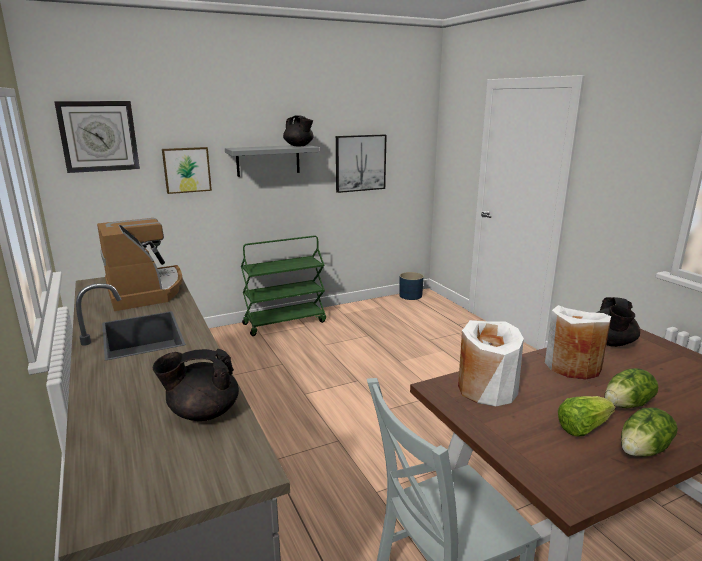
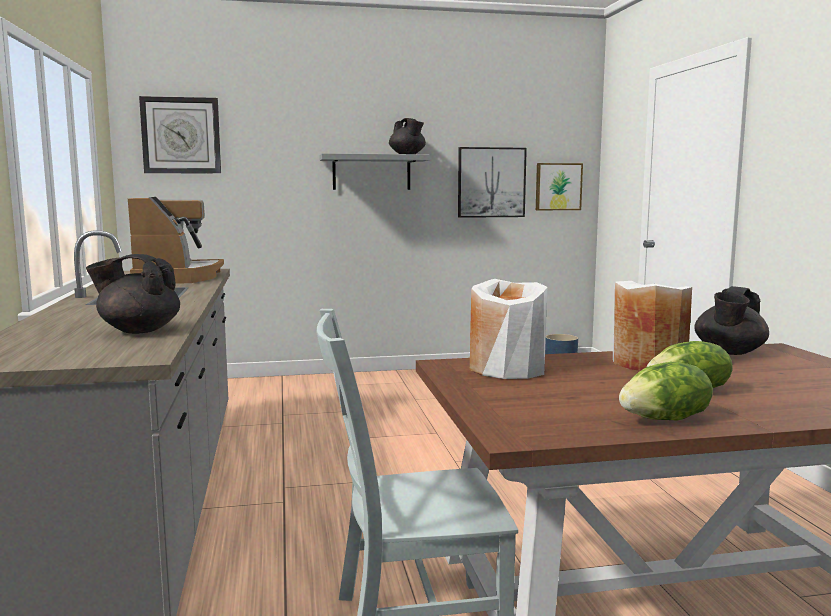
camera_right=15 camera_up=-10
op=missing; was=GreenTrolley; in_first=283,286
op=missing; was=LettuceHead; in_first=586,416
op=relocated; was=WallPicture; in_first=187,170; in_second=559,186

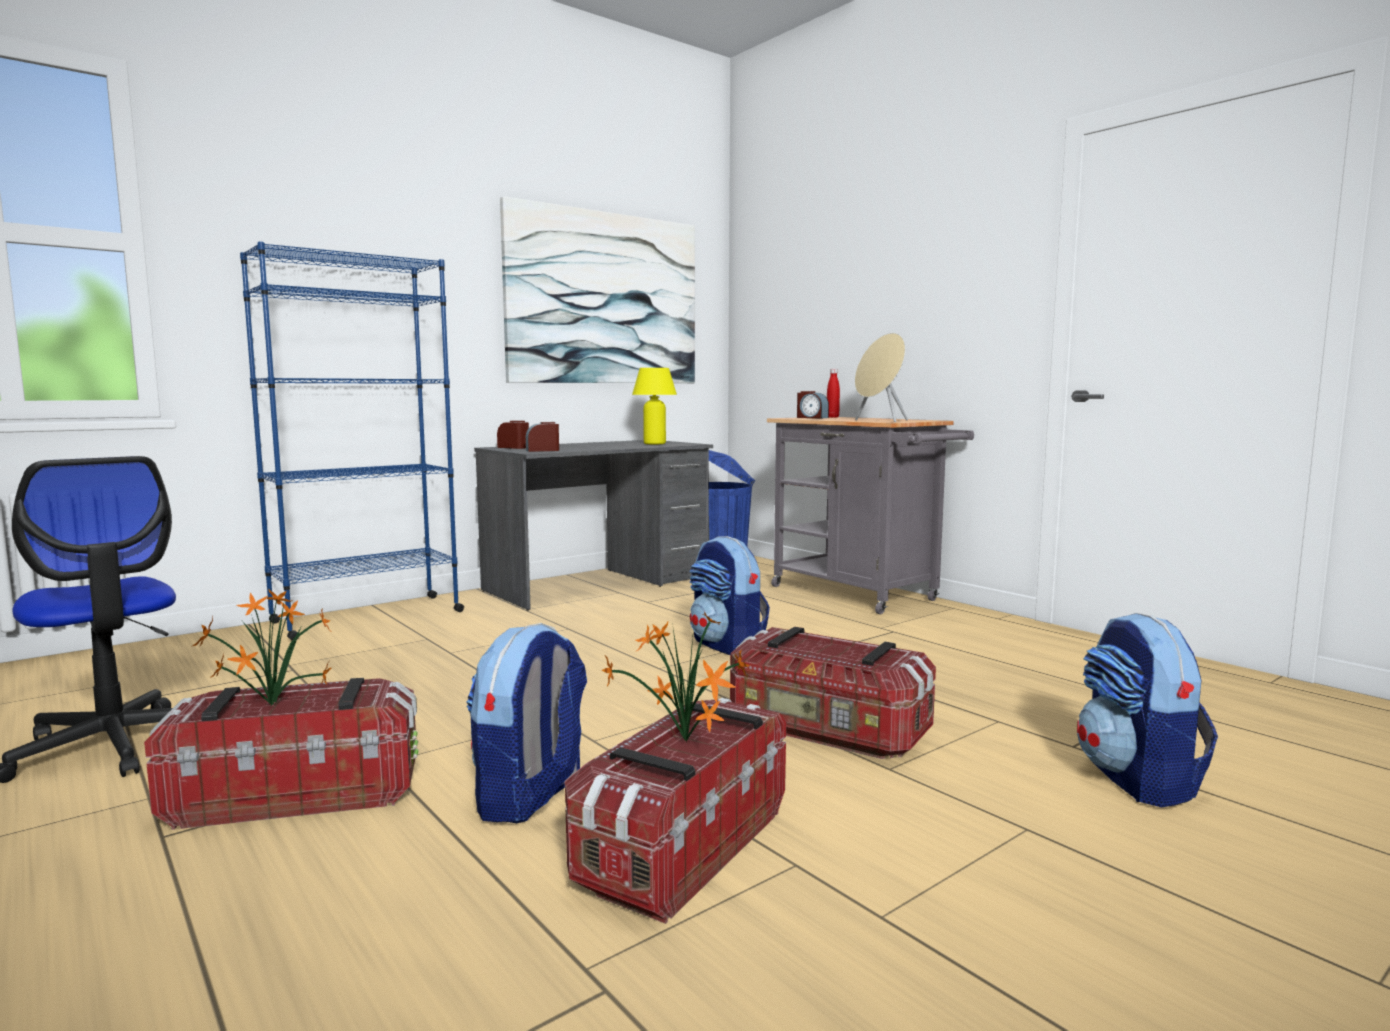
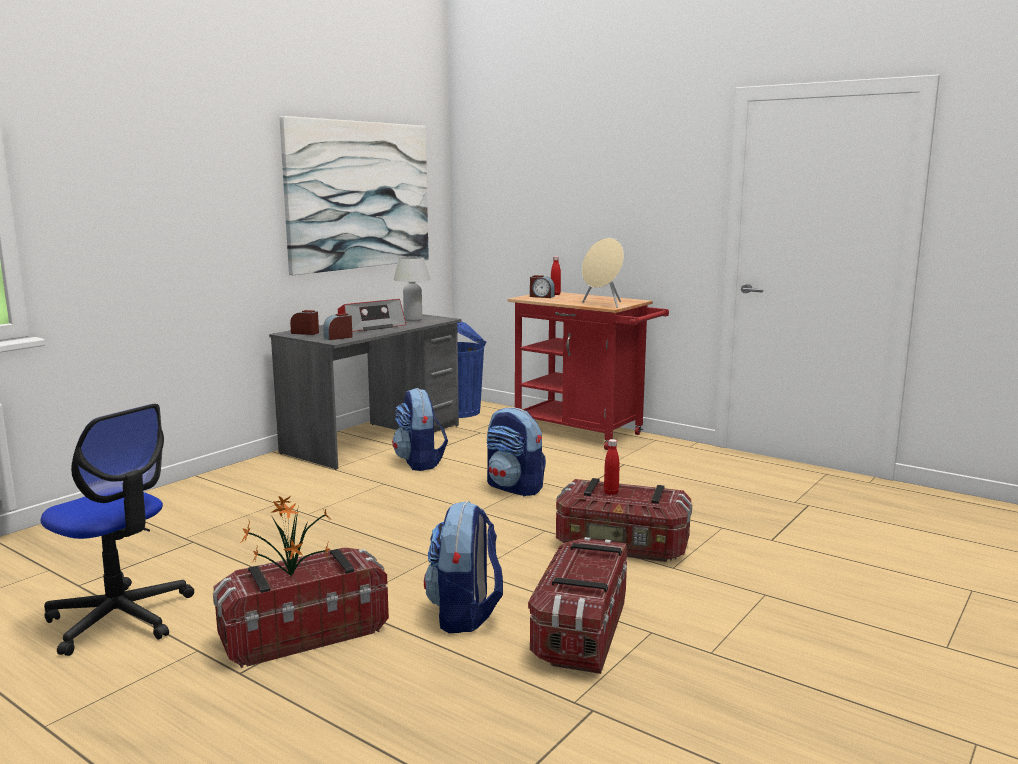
camera_right=-15 camera_up=5
op=missing; was=BlueShelvingUnit; in_first=352,440
op=missing; was=PlantInAPot; in_first=676,676
op=appeared; now=RadioReceiver; in_second=372,315
op=appeared; now=RedColouredBeverageBottle; in_second=611,467
op=relocated; was=Rucksack; in_first=1147,710; in_second=420,429
op=colour; was=YellowishLampForATable; now=WhiteColouredLampForATable; in_first=654,406; in_second=412,289
op=colour; was=GreyishTrolley; now=RedColouredTrolley; in_first=870,515; in_second=588,371

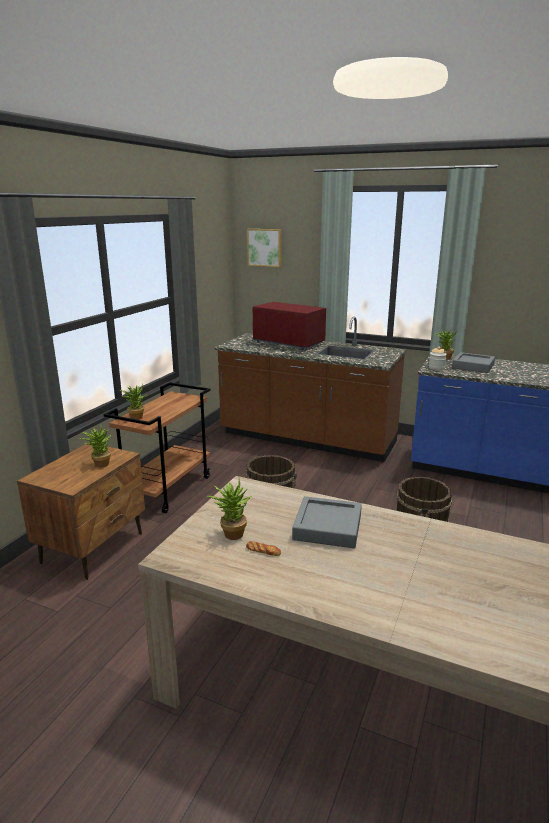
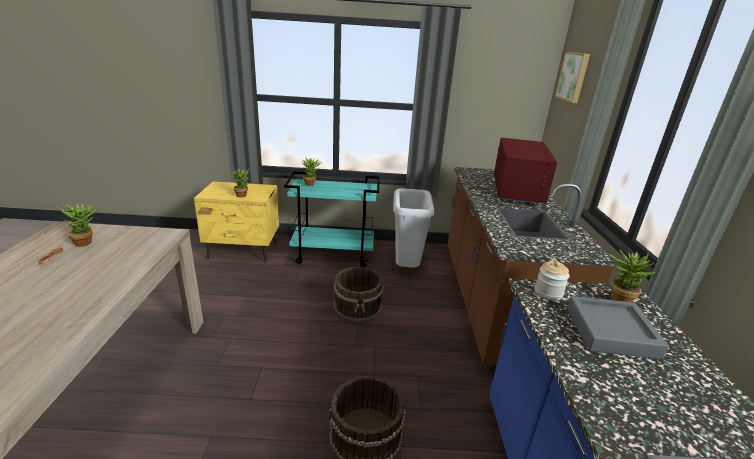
camera_right=65 camera_up=5
op=missing; was=GreyishTray; in_first=327,522
op=appeared; now=GreyishRubbishBin; in_second=413,227
op=colour; was=BrownColouredNightTable; now=YellowishNightTable; in_first=81,512; in_second=236,221
op=colour; was=BrownColouredTrolley; now=TurquoiseColouredTrolley; in_first=156,447; in_second=332,219

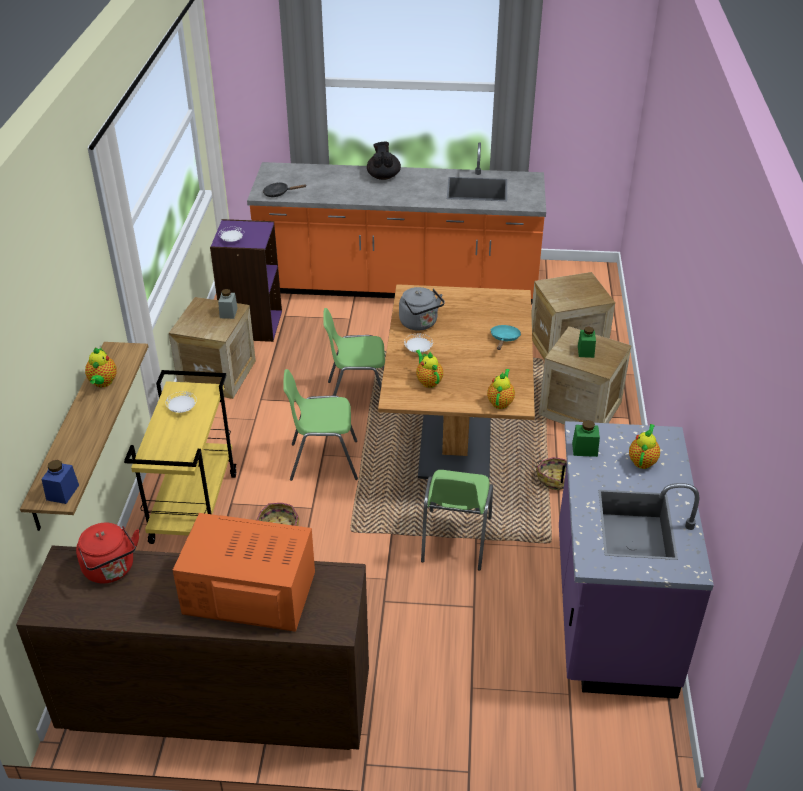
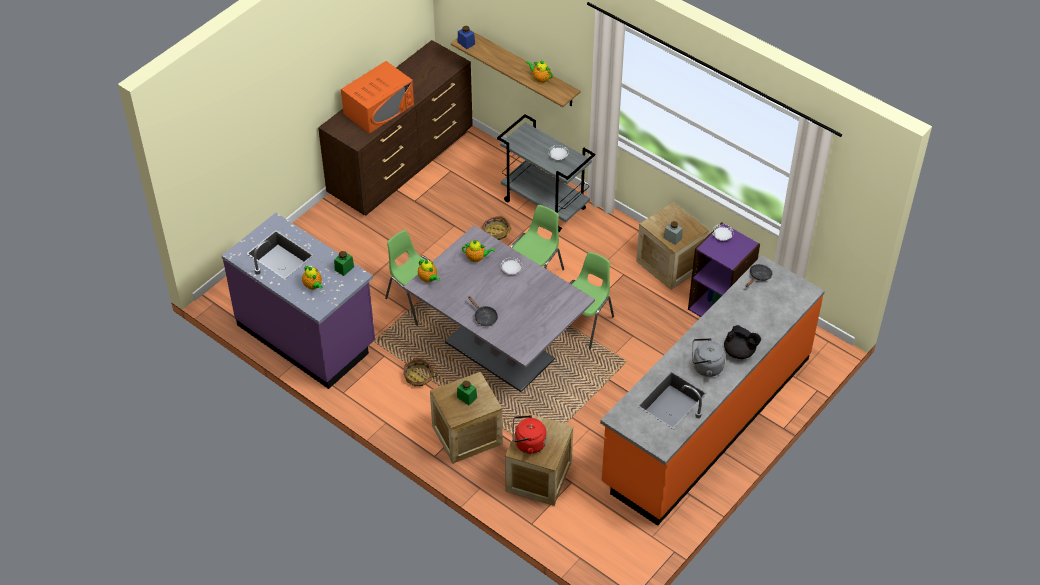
camera_right=125 camera_up=10
op=relocated; was=RedColouredTeaKettle; in_first=107,553; in_second=530,434
op=relocated; was=GreyishTeaKettle; in_first=422,308; in_second=709,357
op=colour; was=YellowishTrolley; now=GreyishTrolley; in_first=180,457; in_second=546,173
op=colour; was=BrownColouredDiningTable; now=GreyishDiningTable; in_first=456,382; in_second=499,308
op=colour; was=TurquoiseColouredFryingPan; now=BlackishFryingPan; in_first=505,337; in_second=483,311

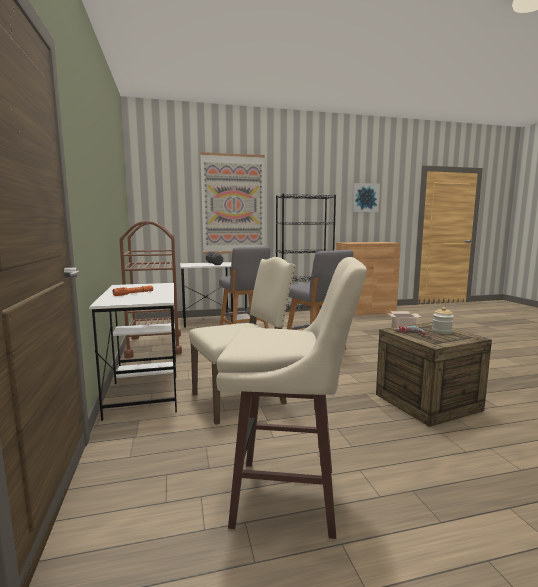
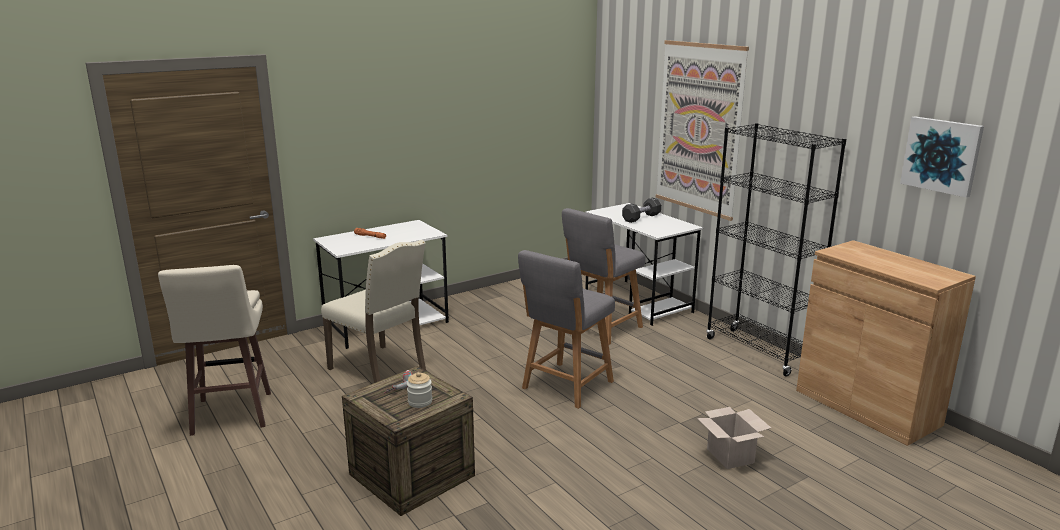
camera_right=70 camera_up=10
op=missing; was=BrownColouredTrolley; in_first=150,289

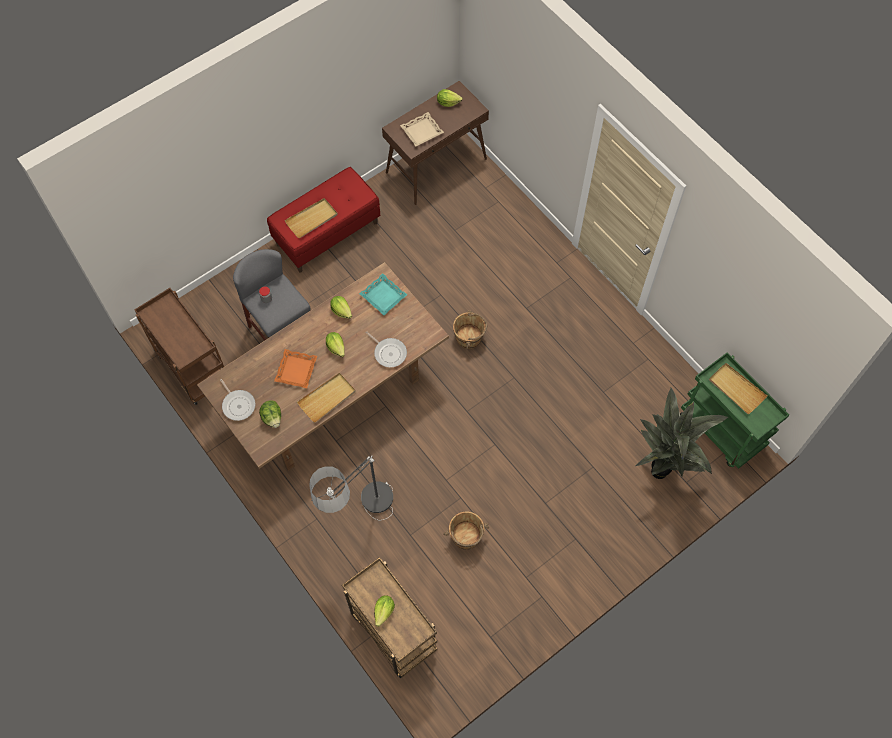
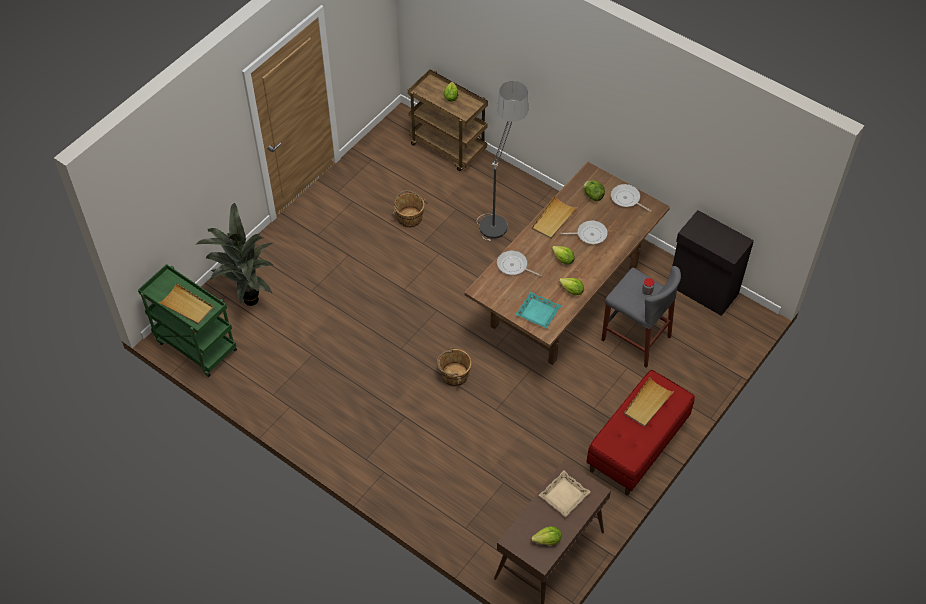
camera_right=165 camera_up=-10
op=exchanged; was=BrownColouredTrolley; now=BlackishStorageCabinet; in_first=179,346; in_second=713,263
op=exchanged; was=OrangeColouredTray; now=FryingPan; in_first=295,368; in_second=584,232

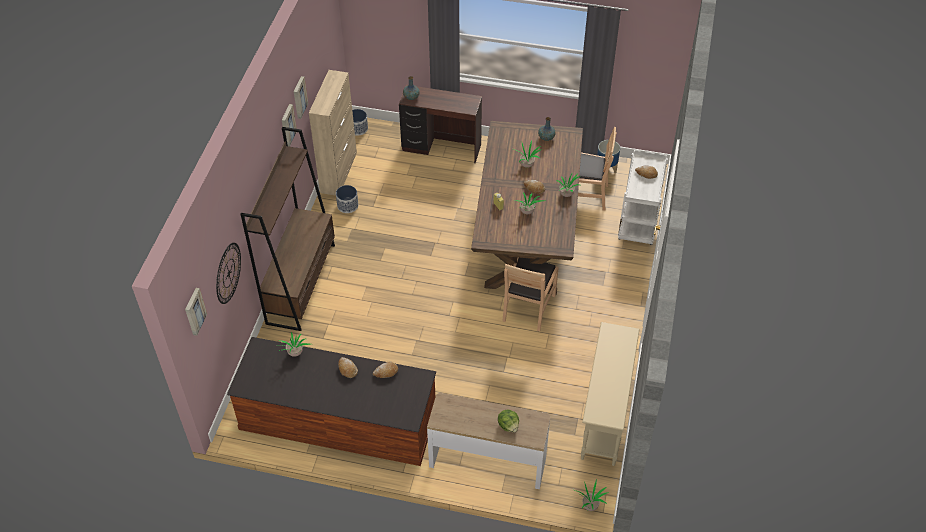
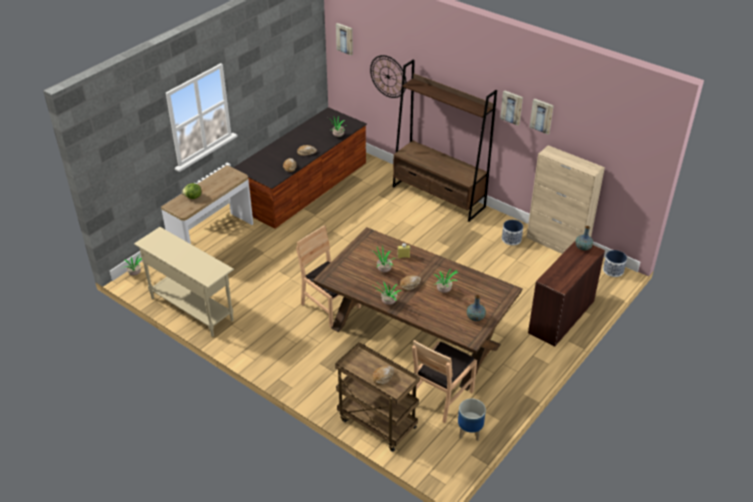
camera_right=115 camera_up=-10
op=colour; was=WhiteColouredTrolley; now=BrownColouredTrolley; in_first=643,197; in_second=377,397

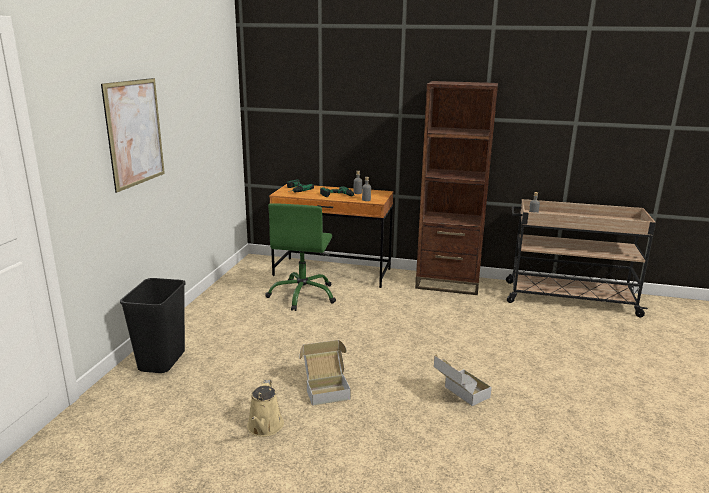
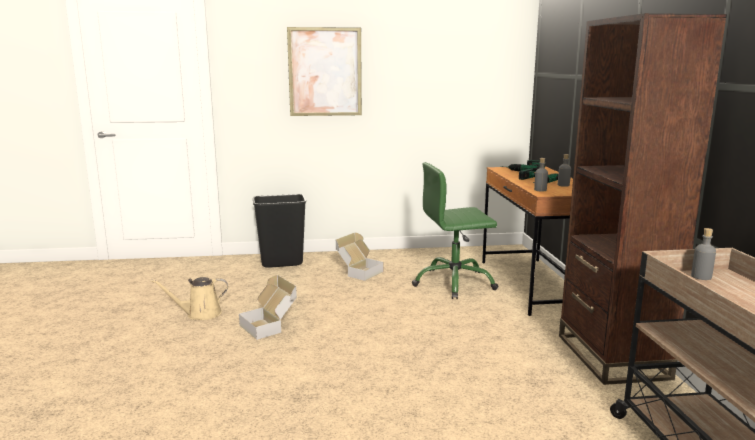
camera_right=70 camera_up=-5
op=relocated; was=Carton; in_first=463,380; in_second=359,257

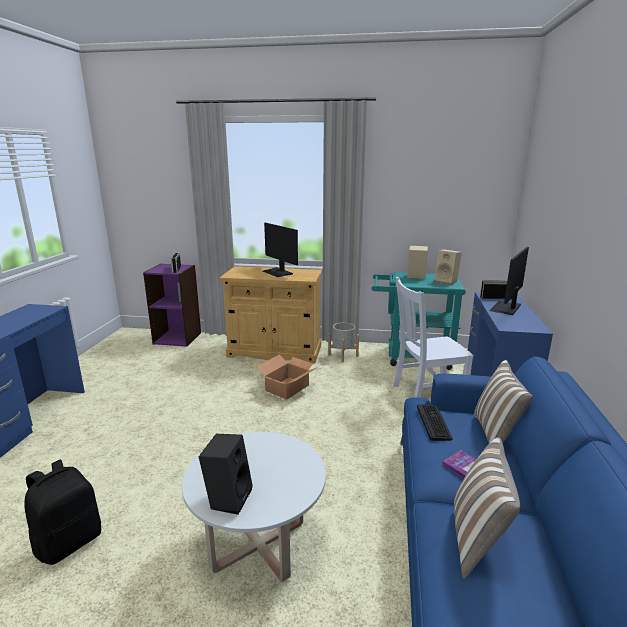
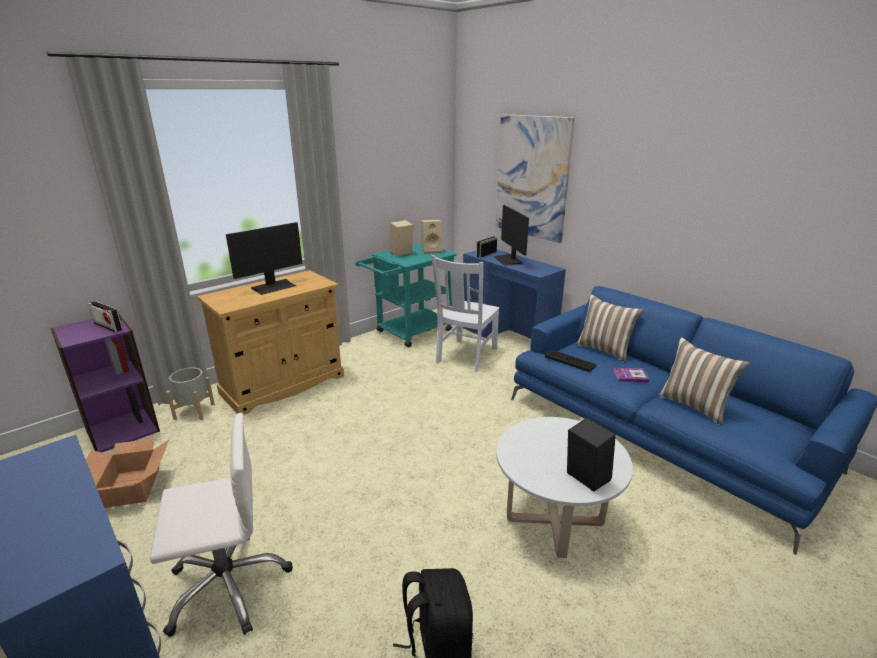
camera_right=-50 camera_up=5
op=appeared; now=WhiteColouredComputerChair; in_second=221,525
op=appeared; now=WallPicture; in_second=535,178
op=relocated; was=Carton; in_first=287,377; in_second=127,473
op=relocated; was=GreyishPlanter; in_first=343,342; in_second=190,393
op=spun; was=ComputerScreen; in_first=280,250; in_second=264,258; clockwise=-45

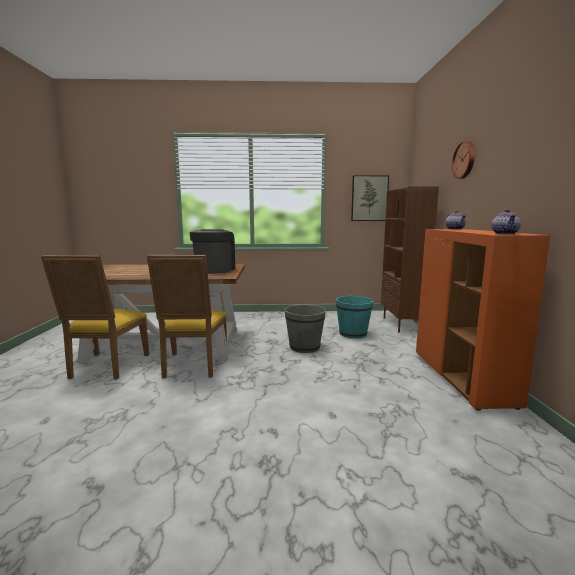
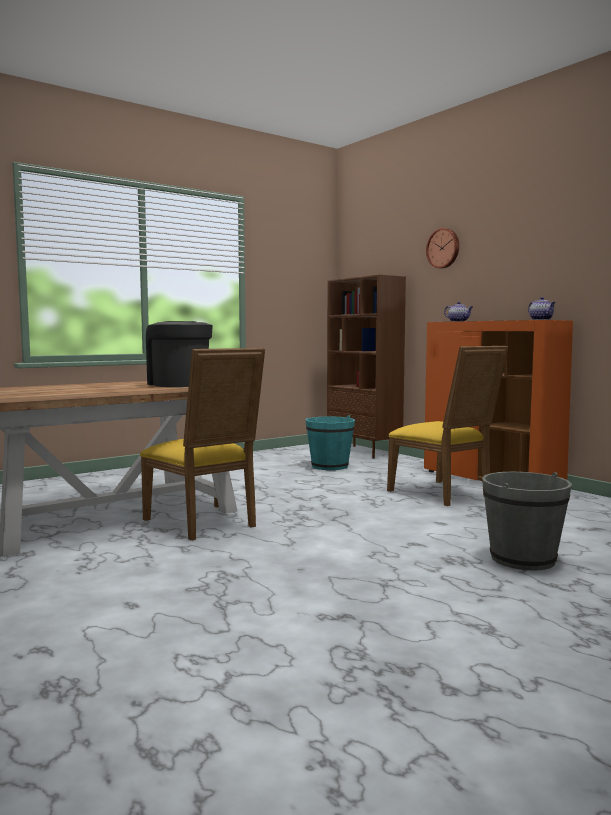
camera_right=-35 camera_up=-5
op=missing; was=WallPicture; in_first=370,198
op=relocated; was=YellowishPlainChair; in_first=95,317; in_second=447,426
op=relocated; was=GreyishWaterBucket; in_first=305,329; in_second=527,521

